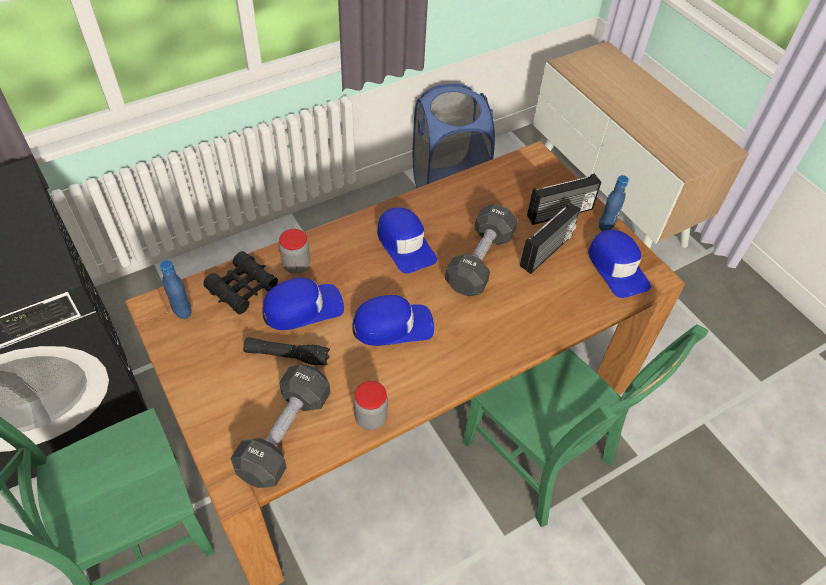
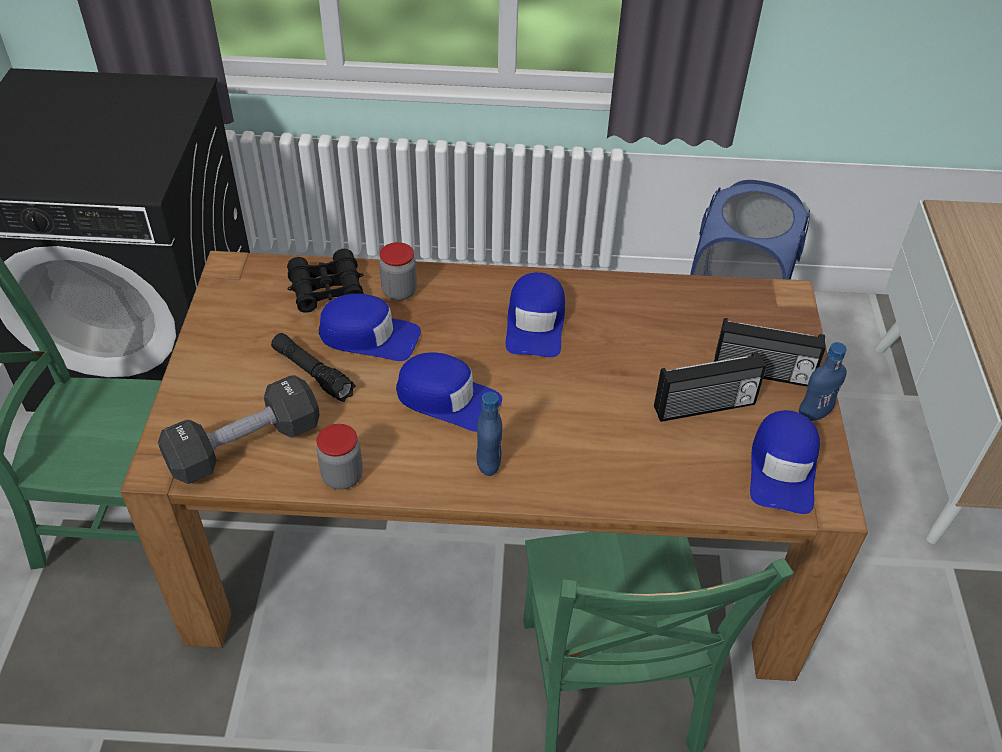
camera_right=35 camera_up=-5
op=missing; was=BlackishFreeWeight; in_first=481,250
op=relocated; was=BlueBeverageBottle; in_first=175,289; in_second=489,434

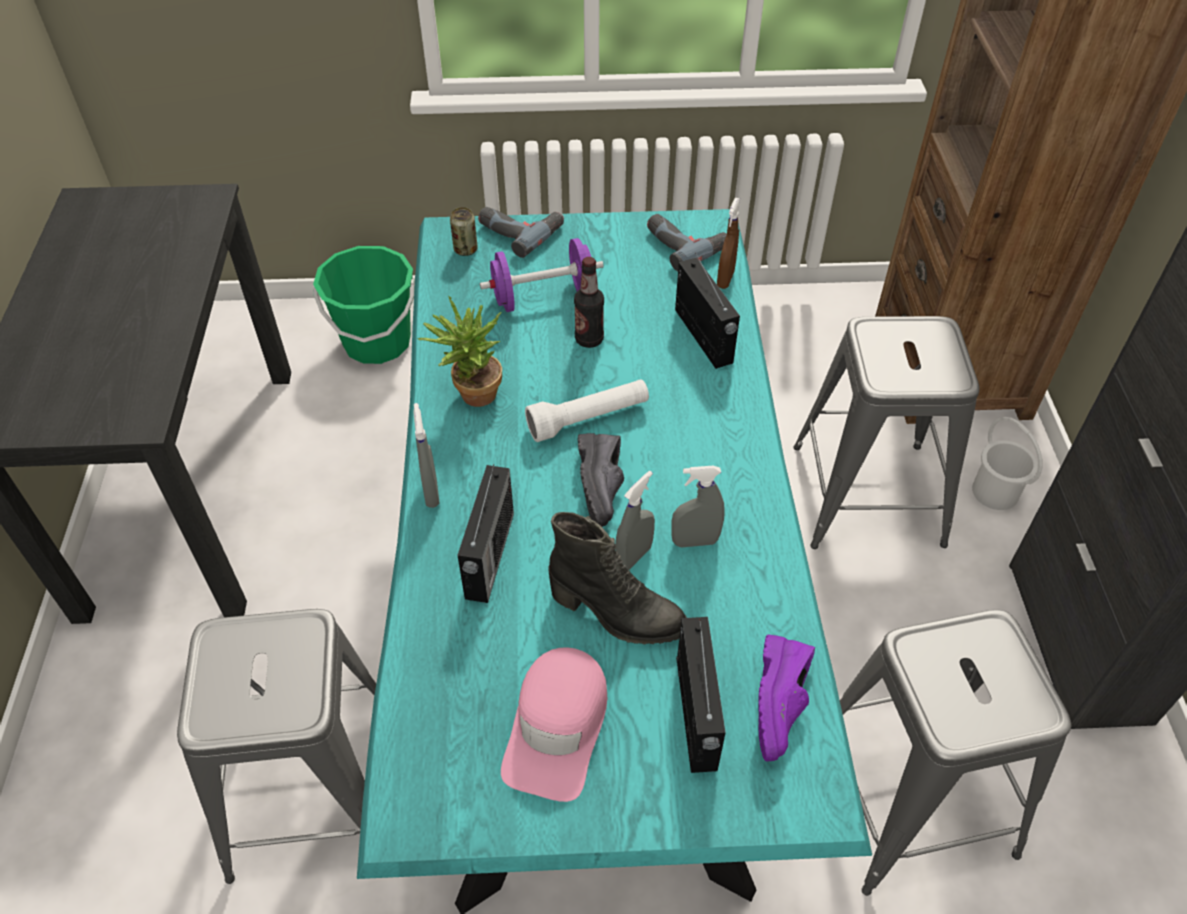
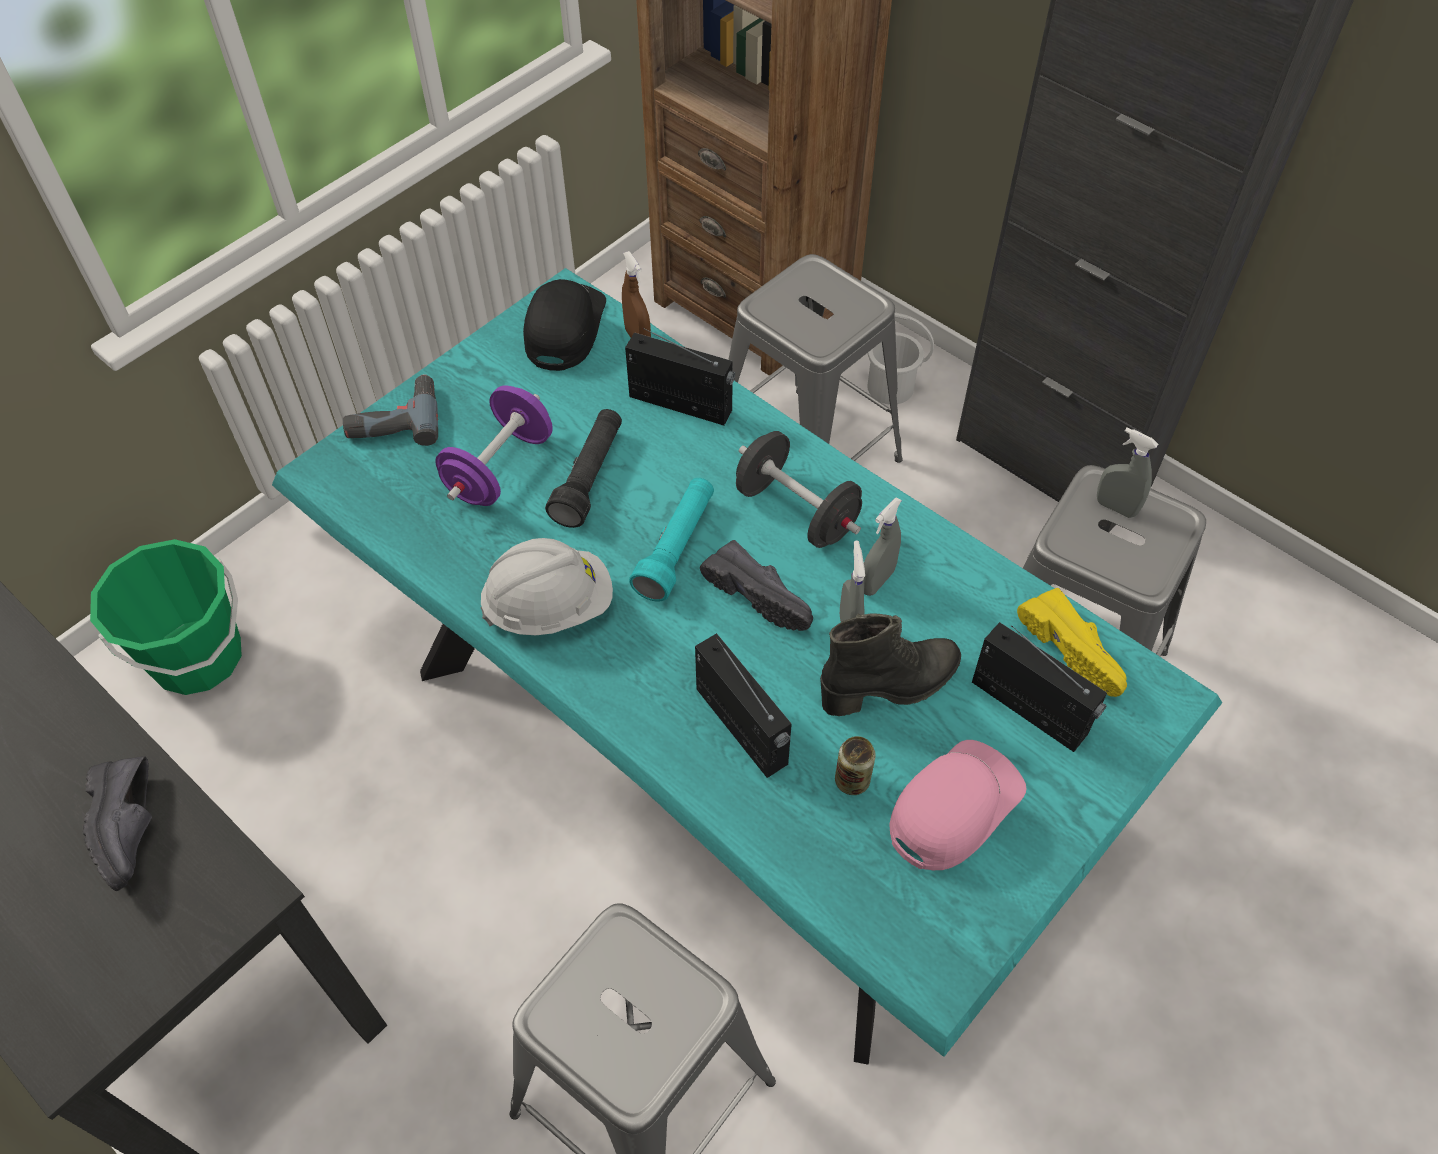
camera_right=-45 camera_up=5
op=appeared; now=BlackishLowShoe; in_second=117,823
op=appeared; now=BlackishFreeWeight; in_second=799,489
op=relocated; was=GreyishSprayBottle; in_first=426,455; in_second=1127,473
op=relocated; was=Can; in_first=464,231; in_second=855,765
op=exchanged; was=PlantInAPot; now=WhiteColouredWorkHelmet; in_first=459,351; in_second=547,586
op=exchanged; was=BeverageBottle; now=BlackishHandTorch; in_first=589,302; in_second=583,468
op=exchanged; was=ElectricDrill; now=BlackishBaseballCap; in_first=687,242; in_second=564,325
op=colour; was=WhiteColouredHandTorch; now=TurquoiseColouredHandTorch; in_first=587,410; in_second=671,540
op=colour; was=PurpleColouredLowShoe; now=YellowishLowShoe; in_first=786,697; in_second=1072,642
op=spun; was=PinkBaseballCap; in_first=554,724; in_second=957,805; clockwise=-105

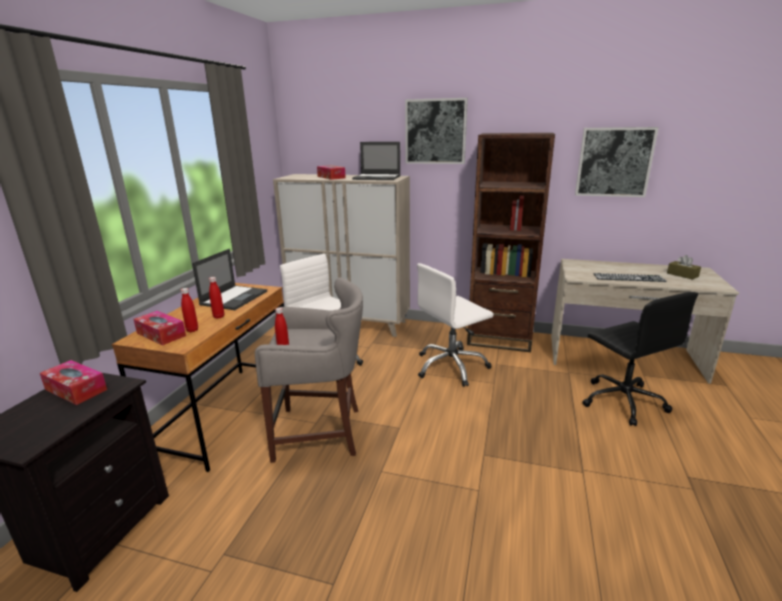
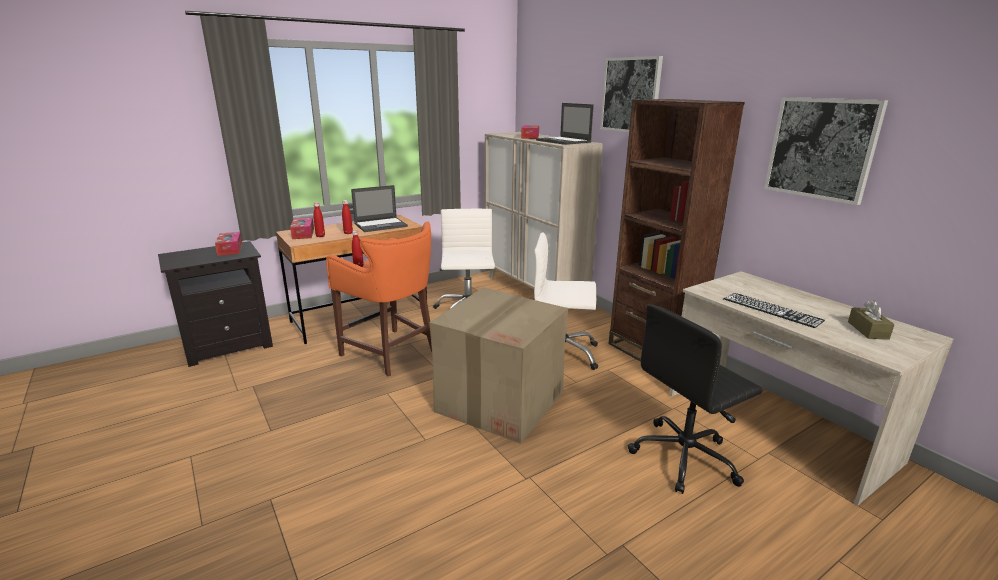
camera_right=40 camera_up=0
op=appeared; now=Carton; in_second=498,365
op=colour; was=GreyishSittingStool; now=OrangeColouredSittingStool; in_first=309,370; in_second=379,299
op=spun; was=BlackishComputerChair; in_first=640,359; in_second=695,399; clockwise=45

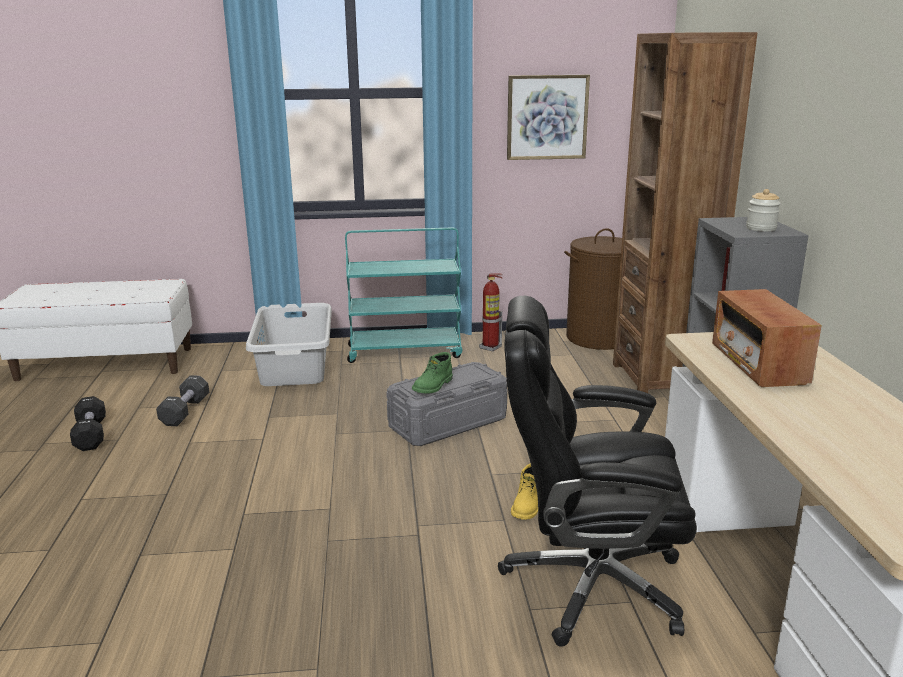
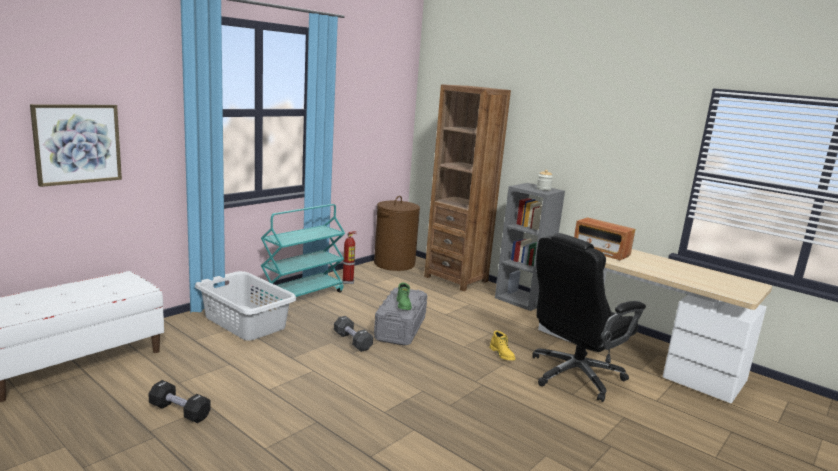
camera_right=-45 camera_up=-5
op=relocated; was=BlackishFreeWeight; in_first=182,400; in_second=353,334
op=relocated; was=WallPicture; in_first=548,117; in_second=76,145

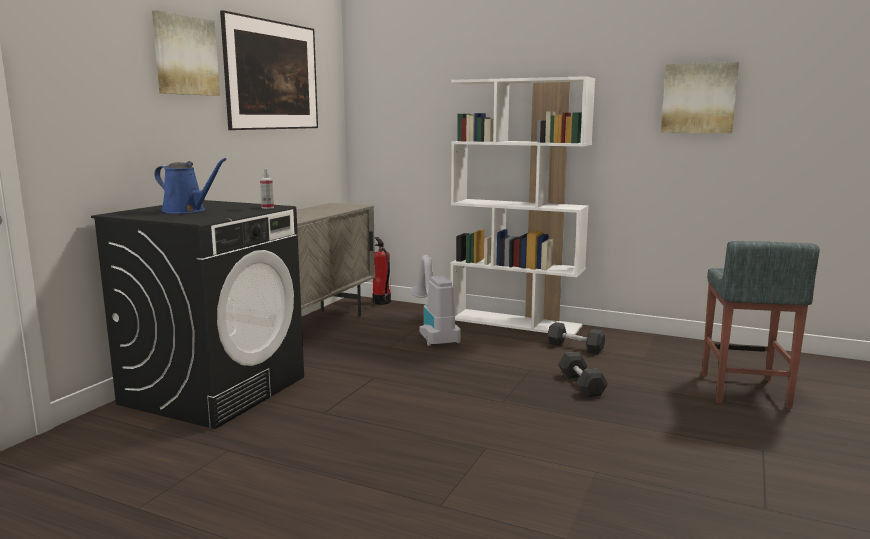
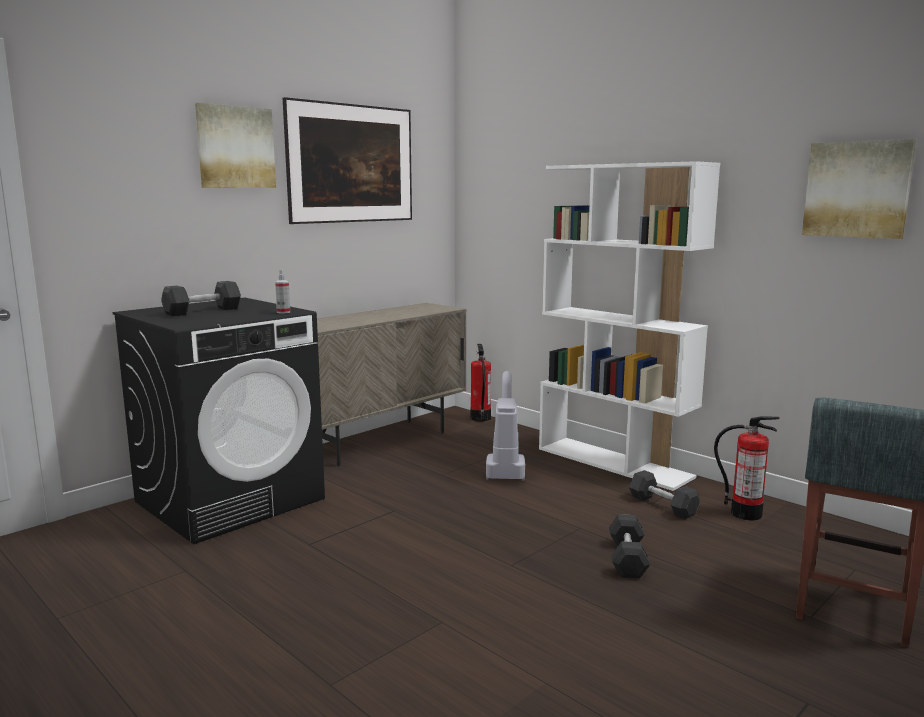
camera_right=20 camera_up=0
op=appeared; now=FireExtinguisher; in_second=747,468
op=exchanged; was=BlueWateringCan; now=GreyishFreeWeight; in_first=190,185; in_second=201,299

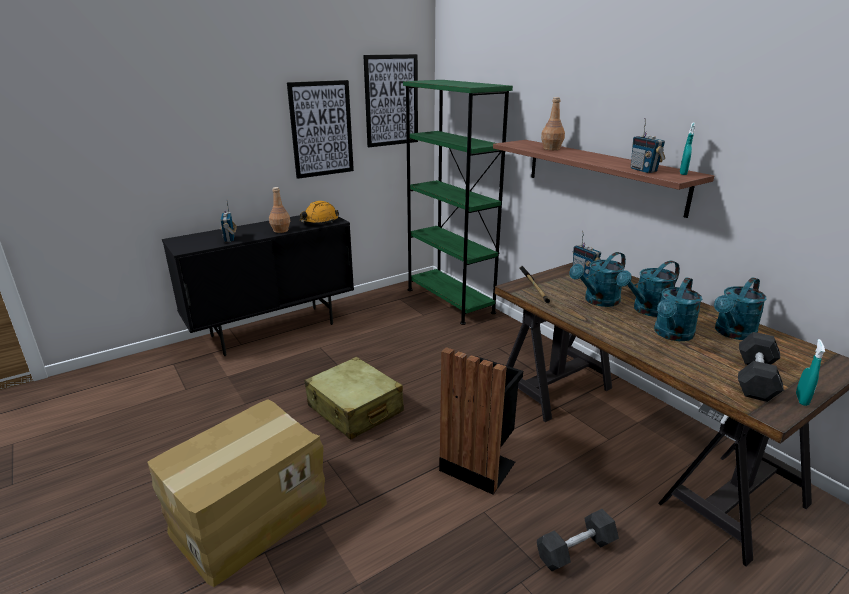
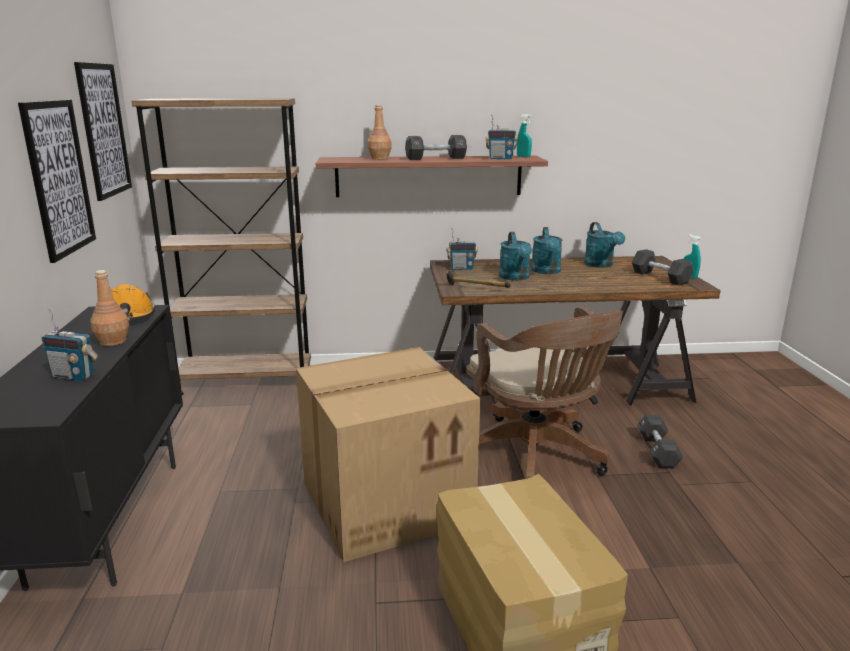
camera_right=-60 camera_up=-5
op=missing; was=TurquoiseColouredWateringCan; in_first=678,309
op=appeared; now=BlackishFreeWeight; in_second=436,147
op=exchanged; was=SandColouredPieceOfLuggage; now=Carton; in_first=354,398; in_second=388,454
op=exchanged; was=BlackishRubbishBin; now=BrownColouredComputerChair; in_first=481,421; in_second=544,392
op=colour; was=GreenShelvingUnit; now=BrownColouredShelvingUnit; in_first=458,202; in_second=221,246

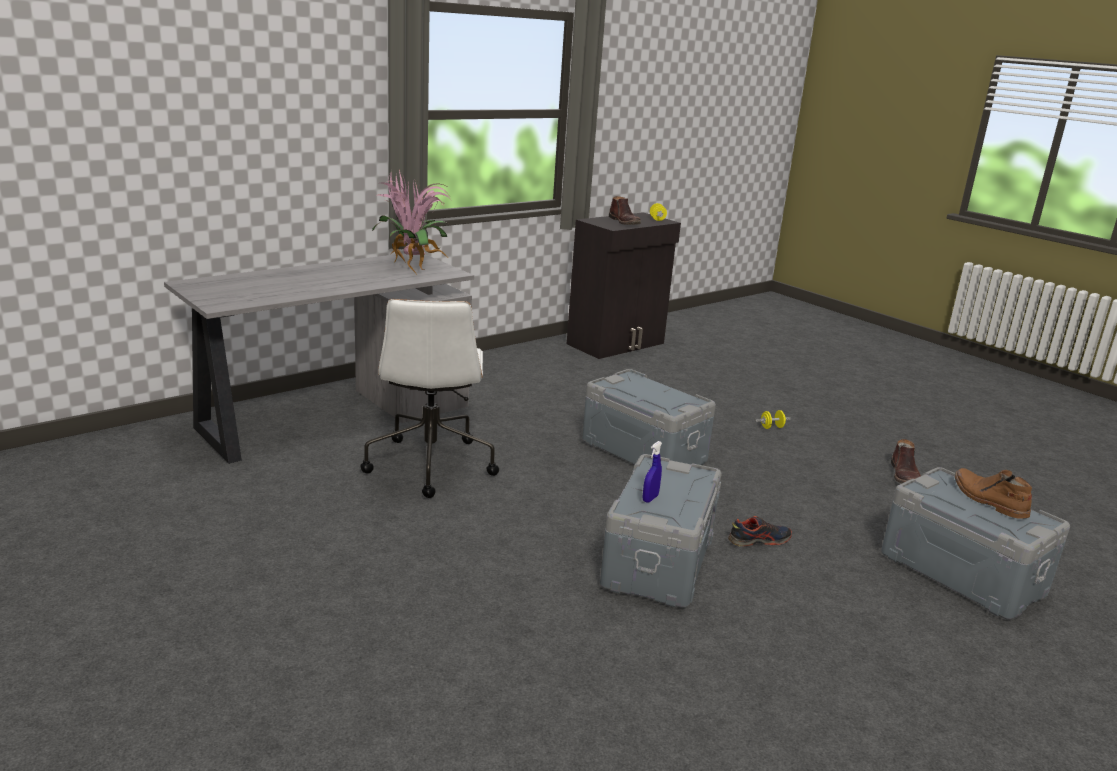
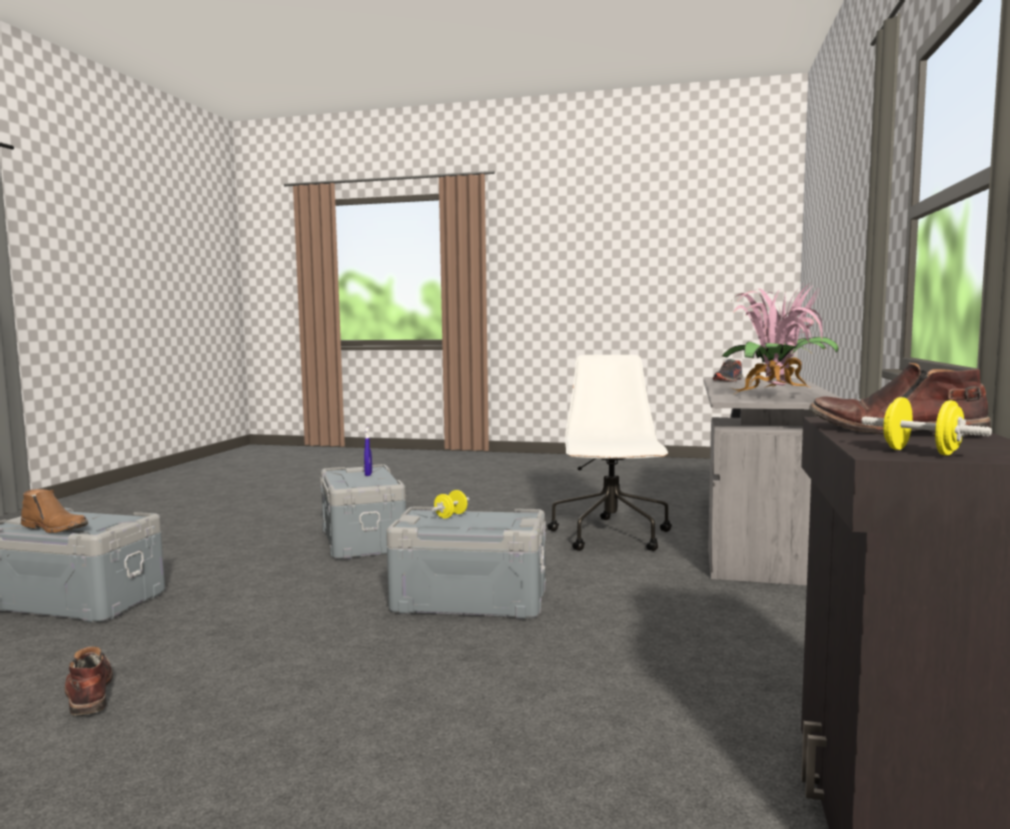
camera_right=145 camera_up=-15
op=relocated; was=LowShoe; in_first=760,531; in_second=728,370
op=relocated; was=YellowishFreeWeight; in_first=773,419; in_second=450,504
op=spun; was=WhiteColouredComputerChair; in_first=429,398; in_second=609,453; clockwise=45

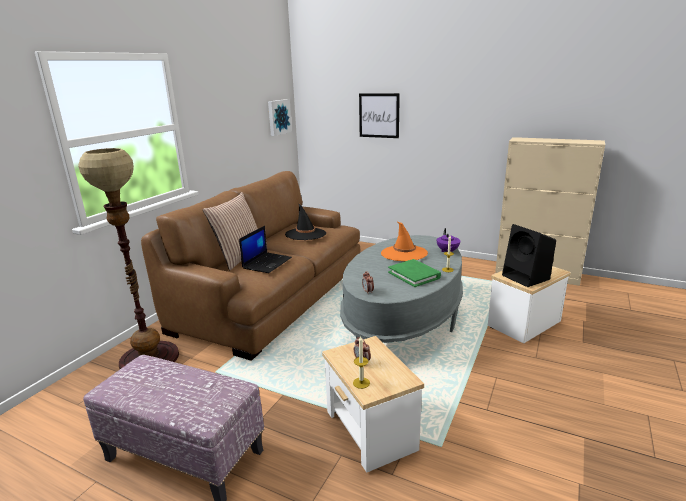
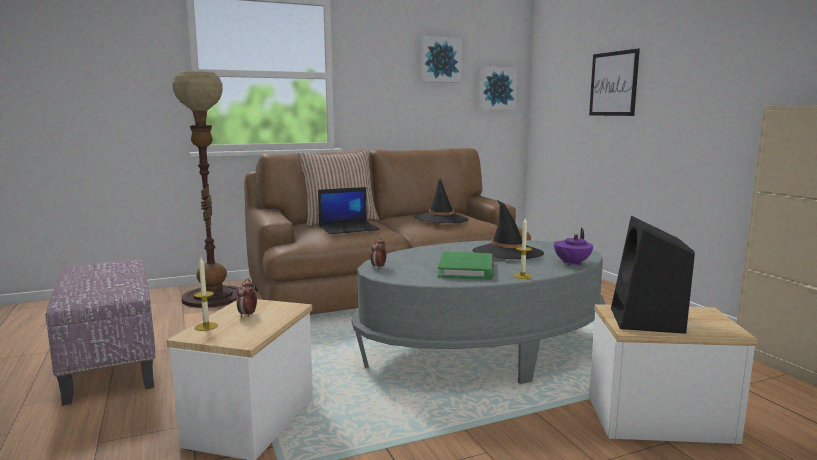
camera_right=40 camera_up=-10
op=appeared; now=WallPicture; in_second=441,59
op=colour; was=OrangeColouredHat; now=BlackishHat; in_first=404,241; in_second=508,229

